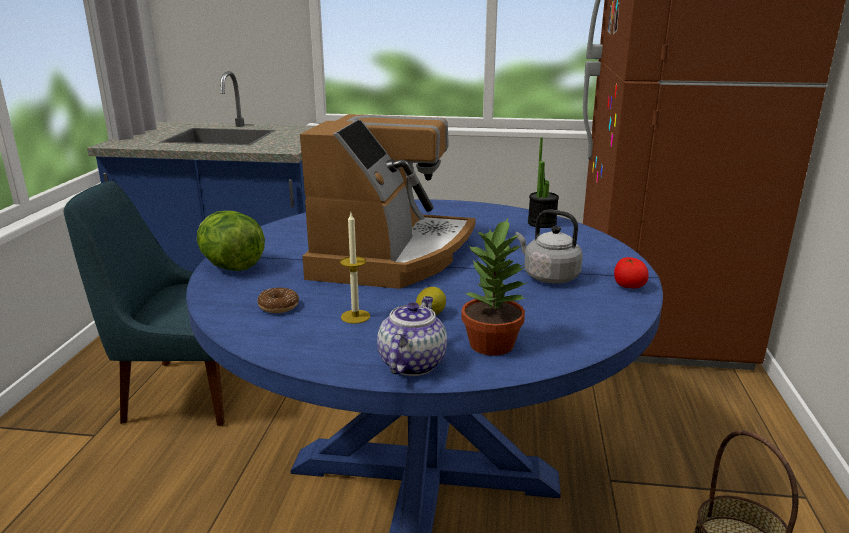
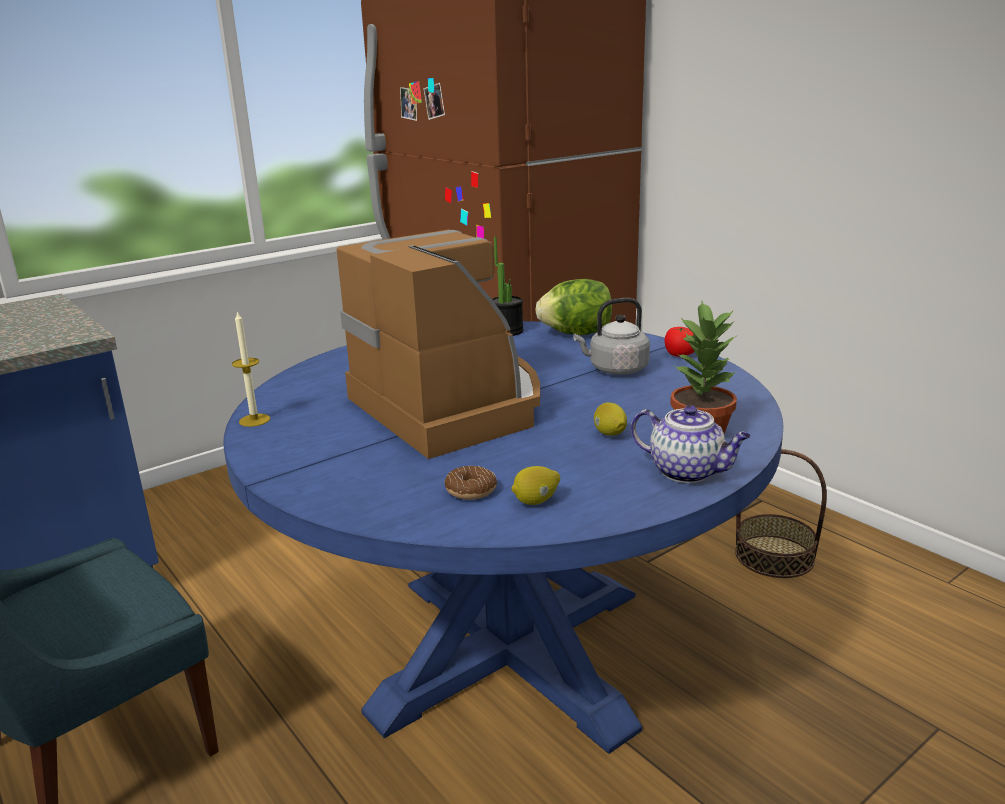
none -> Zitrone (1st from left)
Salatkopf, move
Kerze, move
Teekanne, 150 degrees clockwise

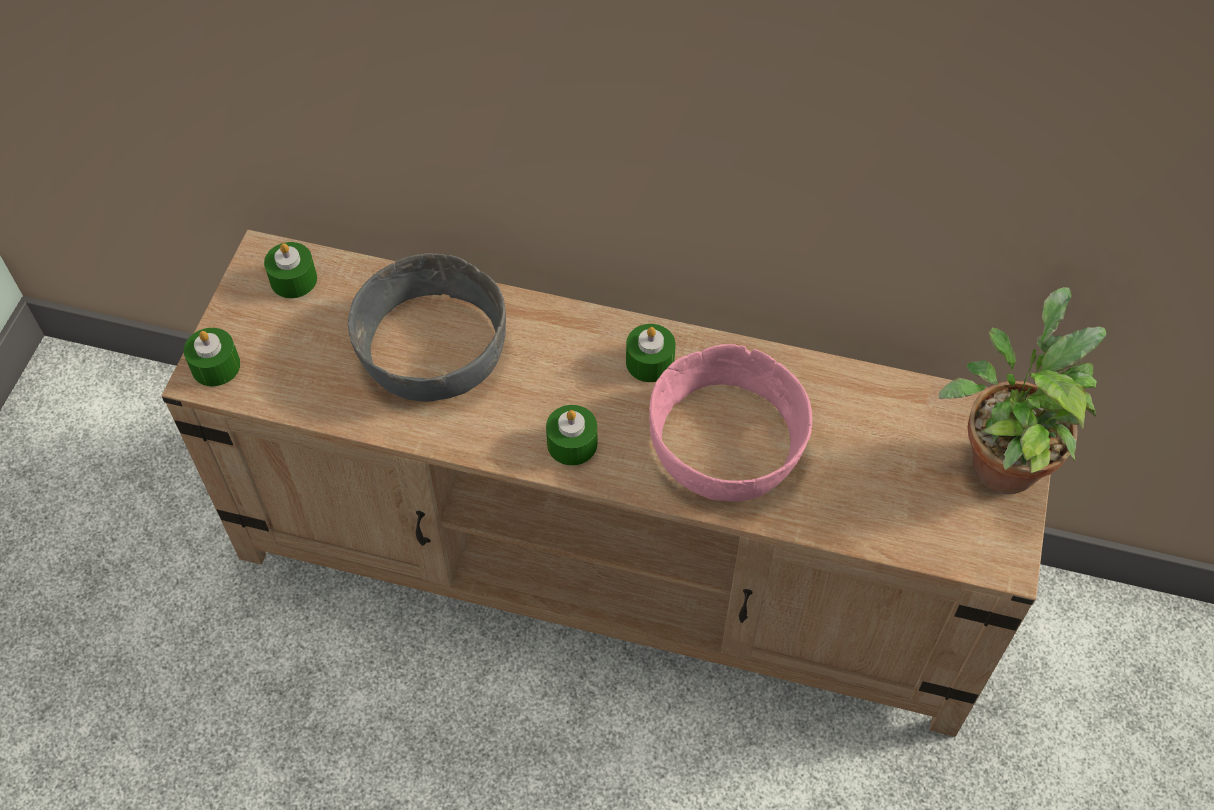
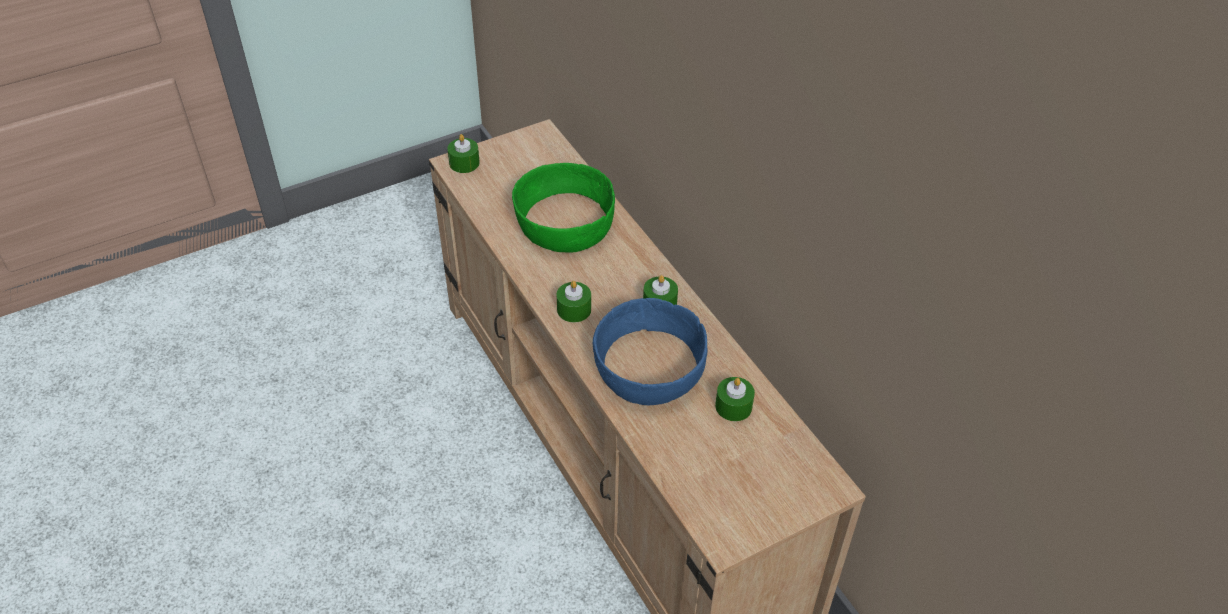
Topfpflanze -> none
Kerze [grün] (2nd from left in the first image) -> Kerze [grün] (4th from left), move
Schüssel [grau] -> Schüssel [grün]
Schüssel [rosa] -> Schüssel [blau]

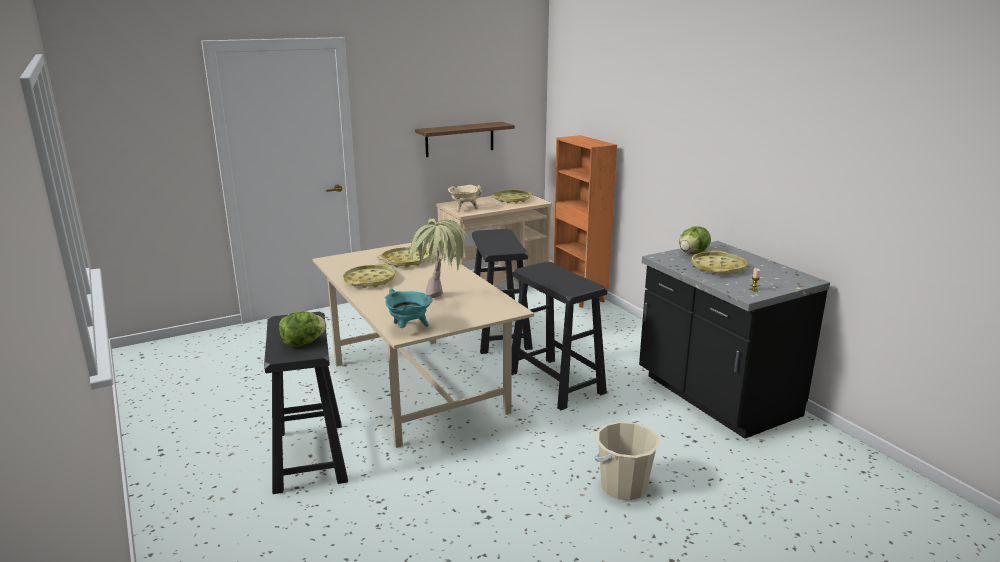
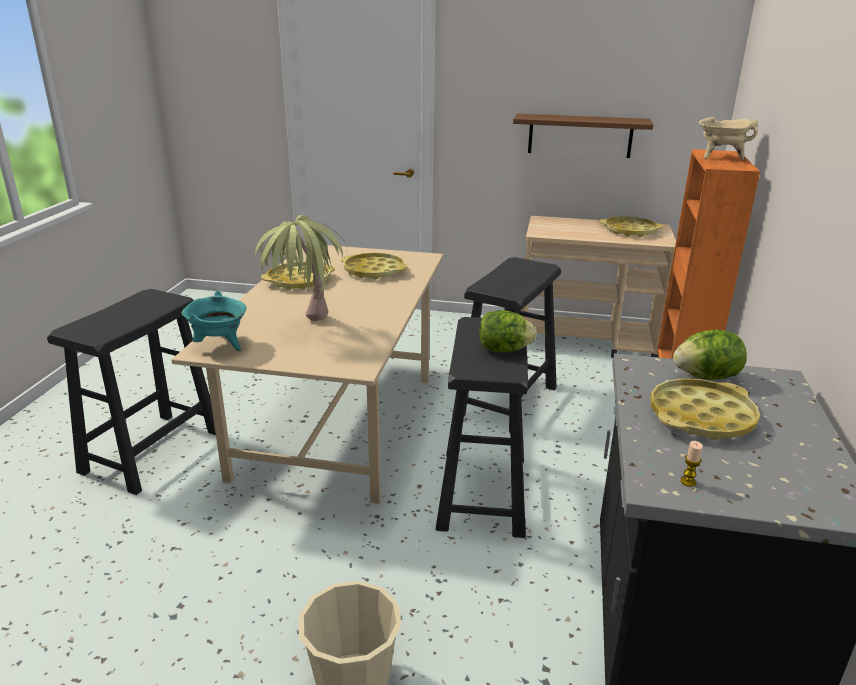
Salatkopf (1st from left), move
Kochtopf [beige], move

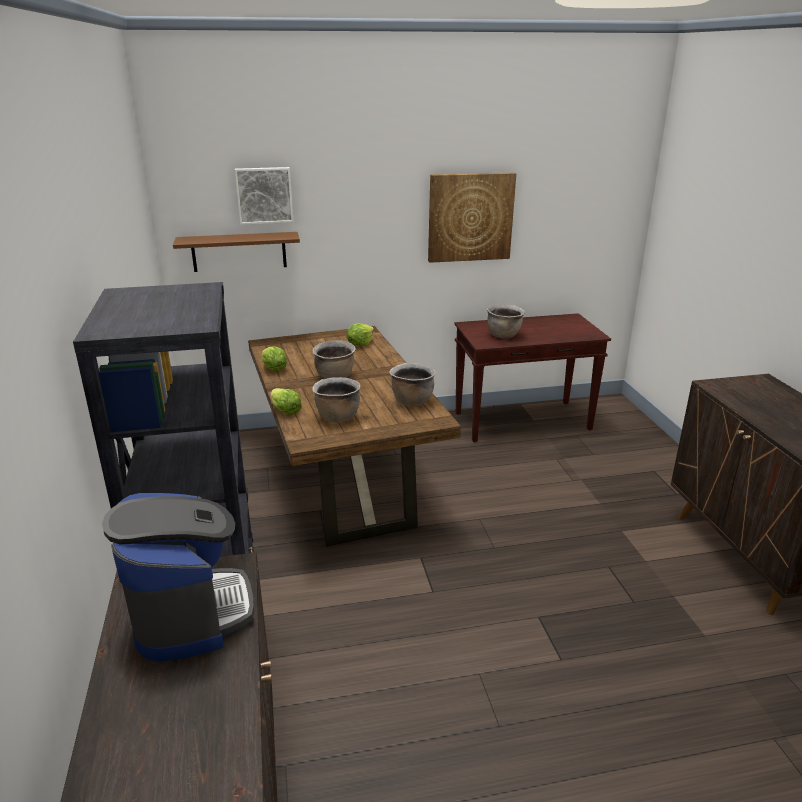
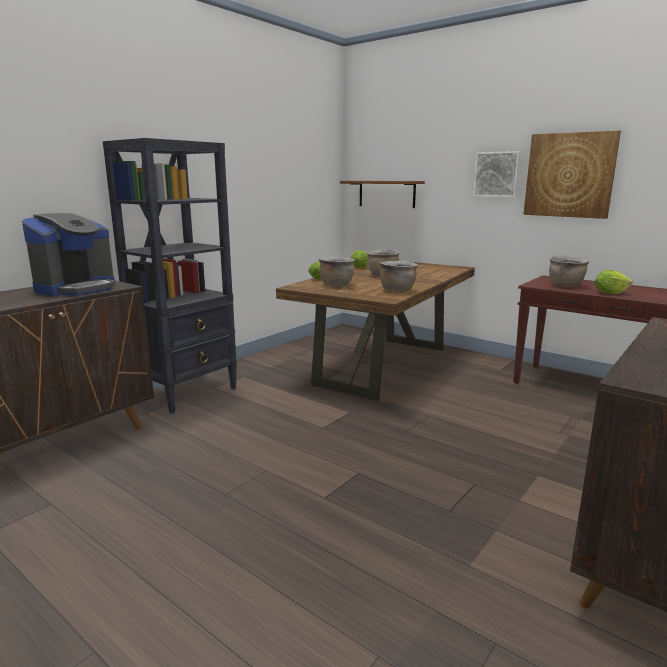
Bild (1st from left), move
Salatkopf (3rd from left), move

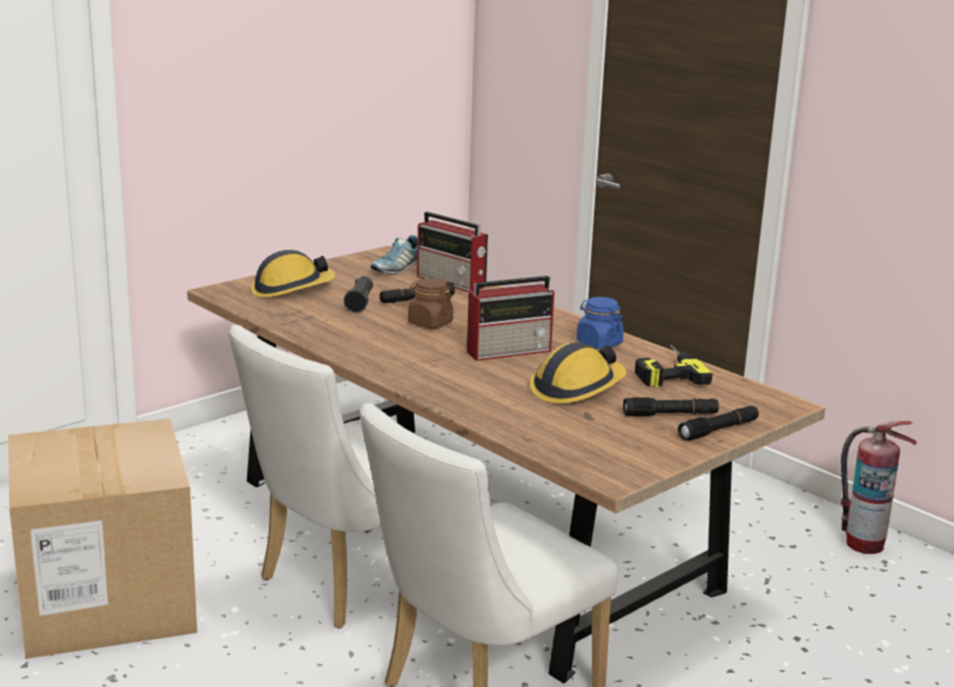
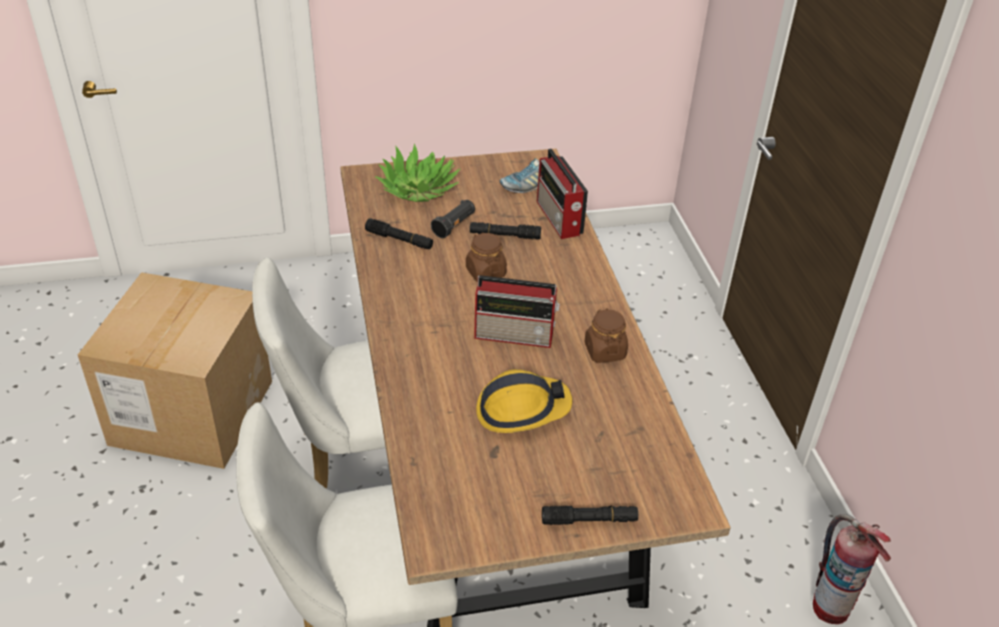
Bohrmaschine -> none
Taschenlampe [schwarz] (3rd from left in the first image) -> Taschenlampe [schwarz] (1st from left), move
Schutzhelm (1st from left) -> Topfpflanze
Vorratsglas [blau] -> Vorratsglas [braun] (2nd from left)

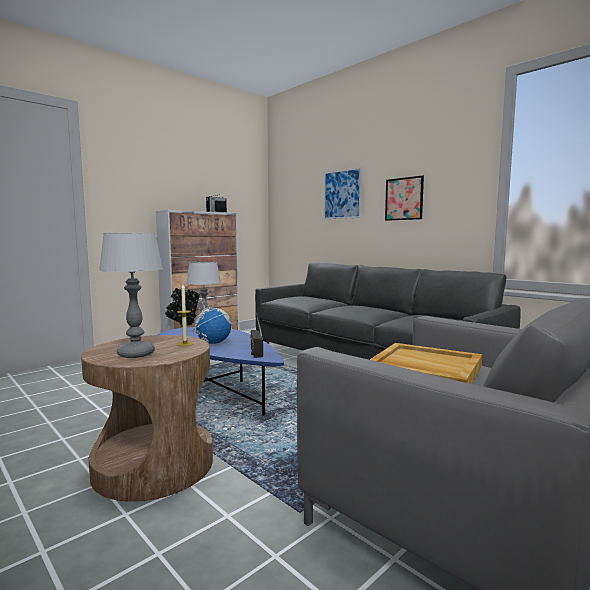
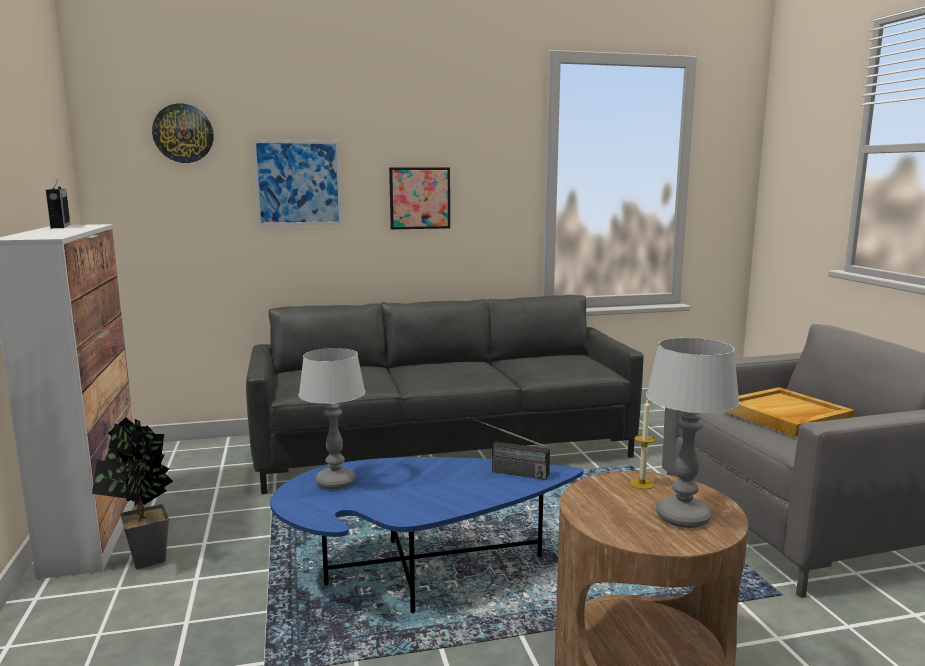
Globus -> none
none -> Wanduhr

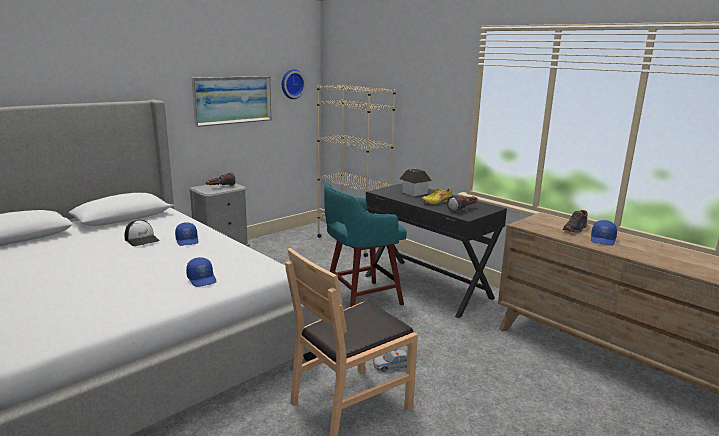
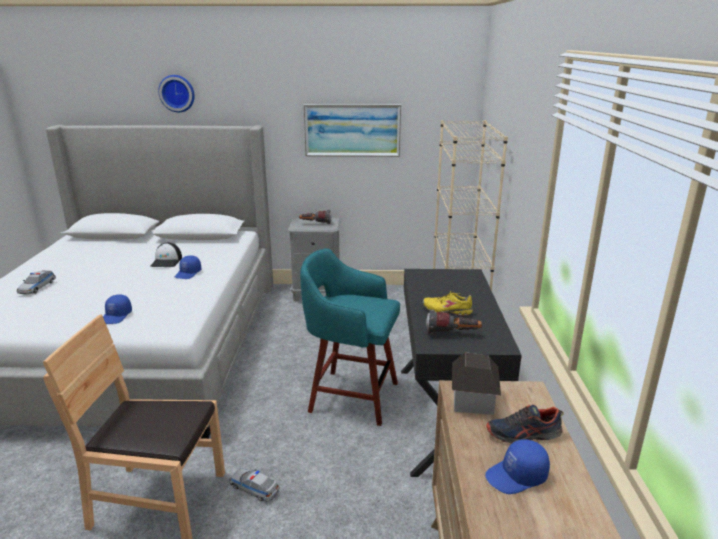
none -> Spielzeugauto (1st from left)
Wanduhr, move
Spielzeughaus, move

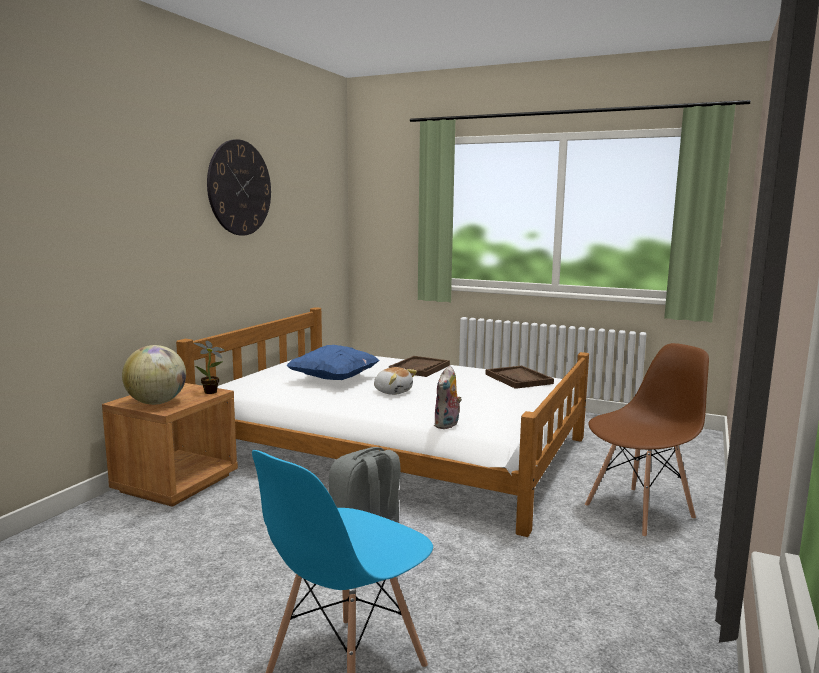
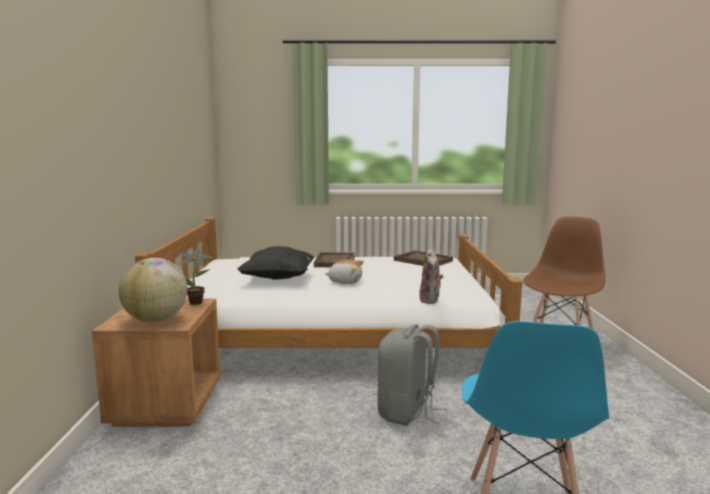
Wanduhr -> none
Kissen [blau] -> Kissen [schwarz]

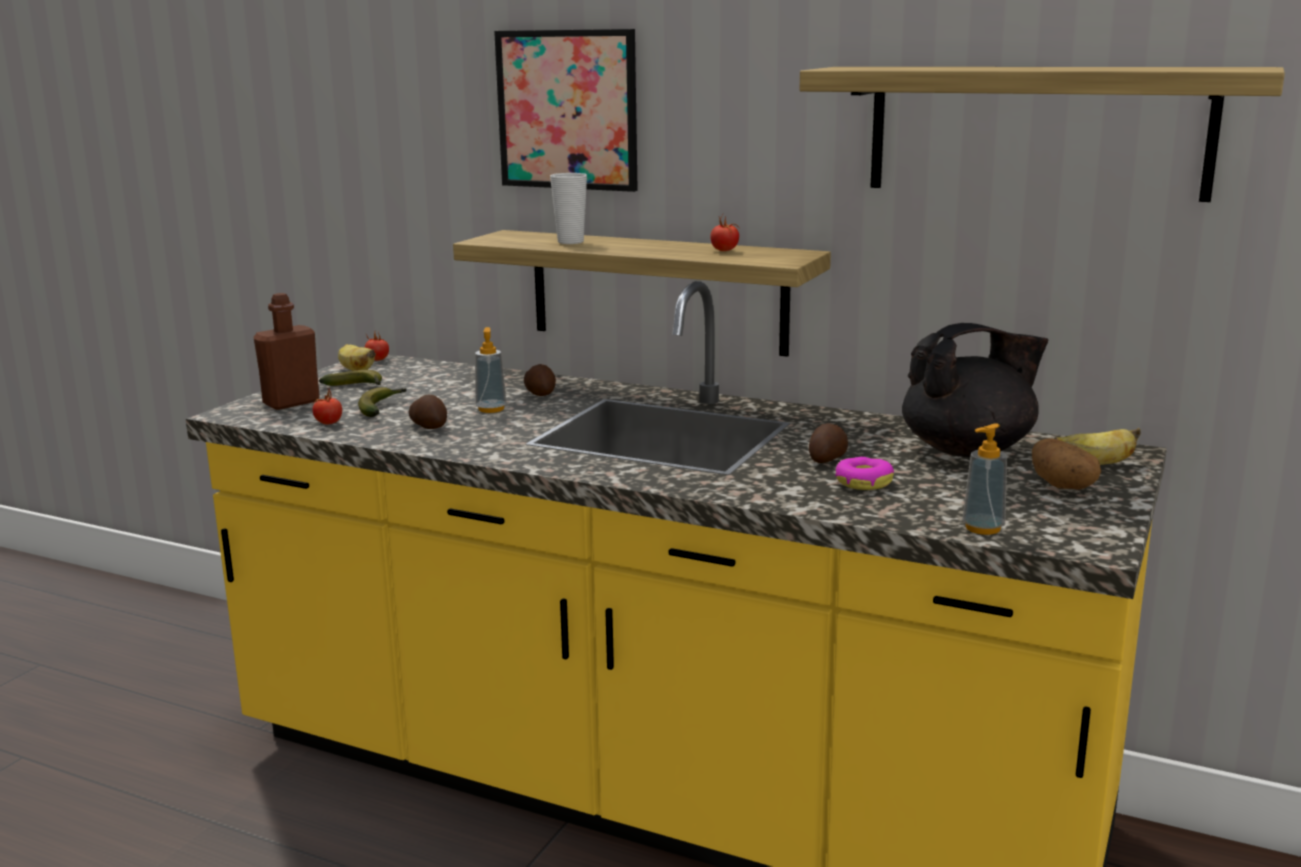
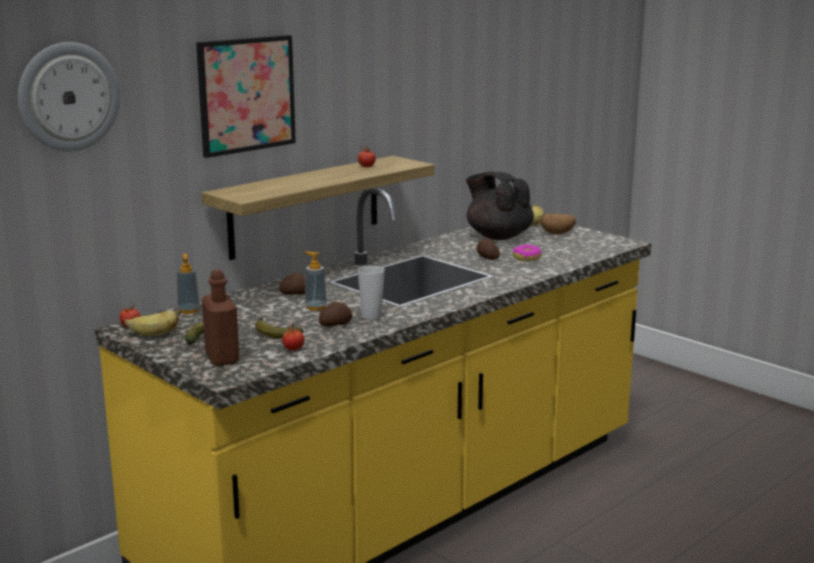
Wandregal (2nd from left) -> none
none -> Wanduhr
Tasse, move
Seifenspender (2nd from left in the first image) -> Seifenspender (1st from left), move
Teekanne [schwarz], 45 degrees counterclockwise

